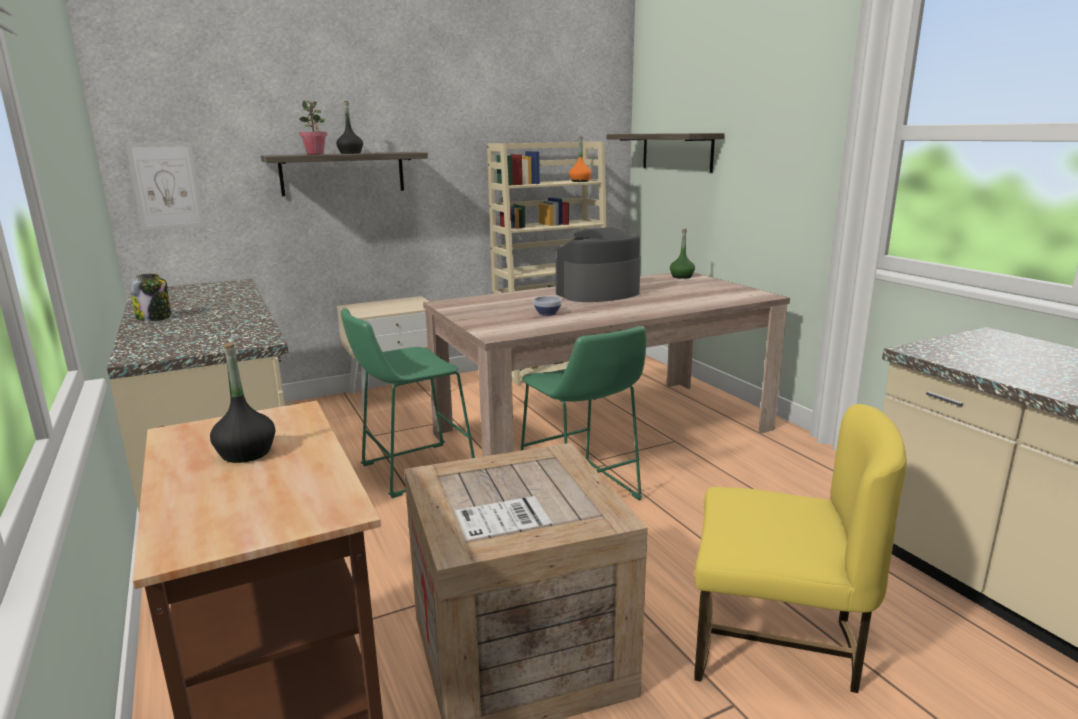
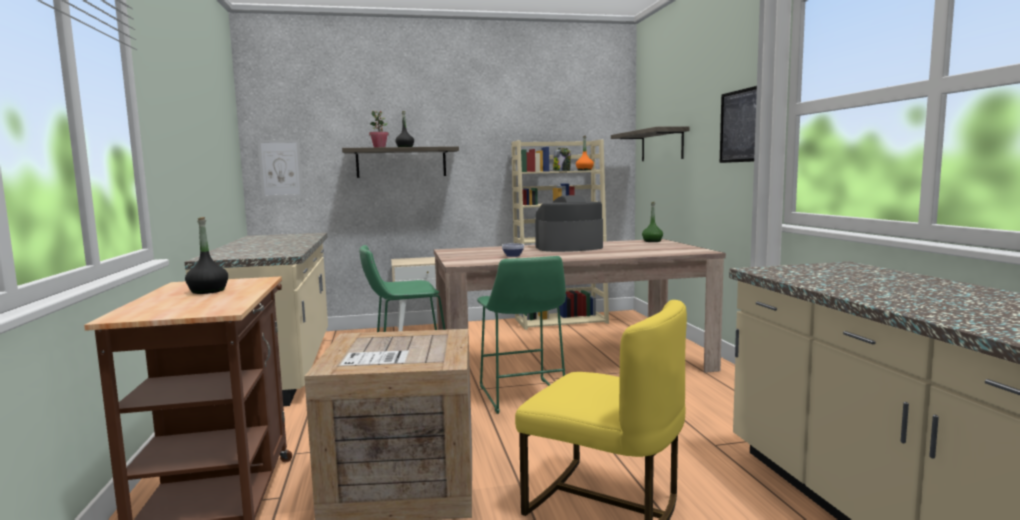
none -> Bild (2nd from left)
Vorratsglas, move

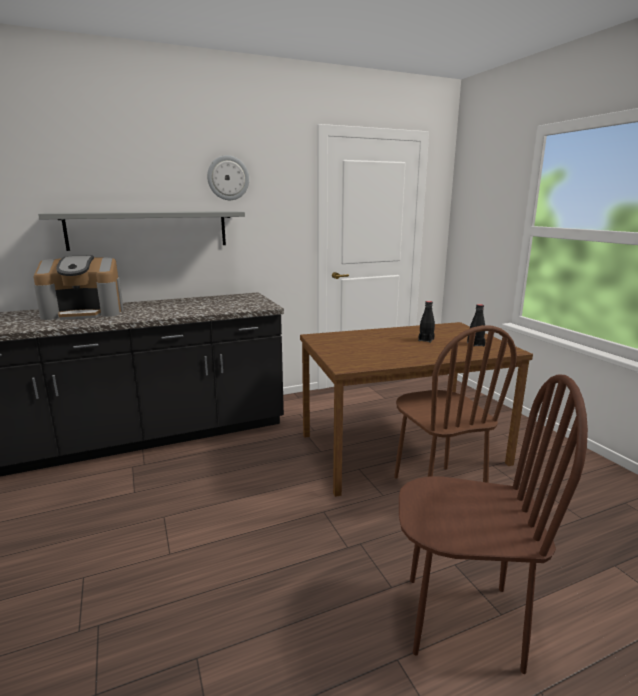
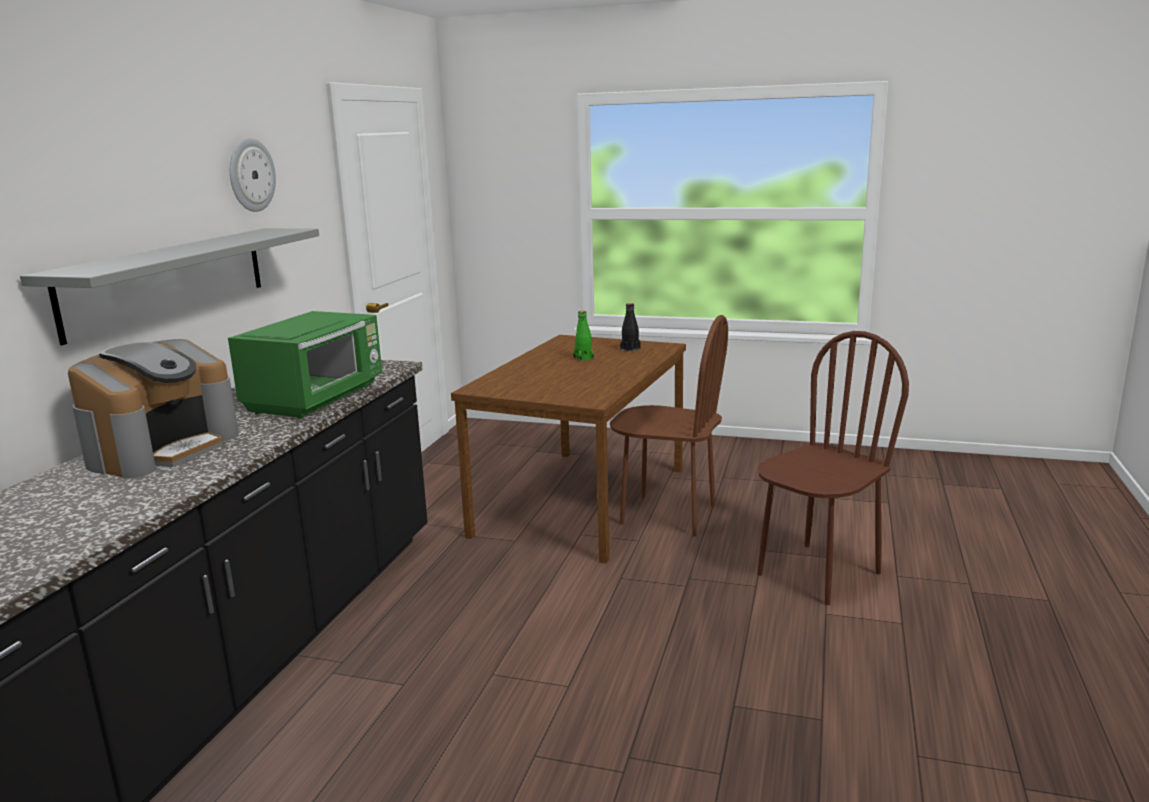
none -> Mikrowelle [grün]
Flasche [schwarz] (1st from left) -> Flasche [grün]

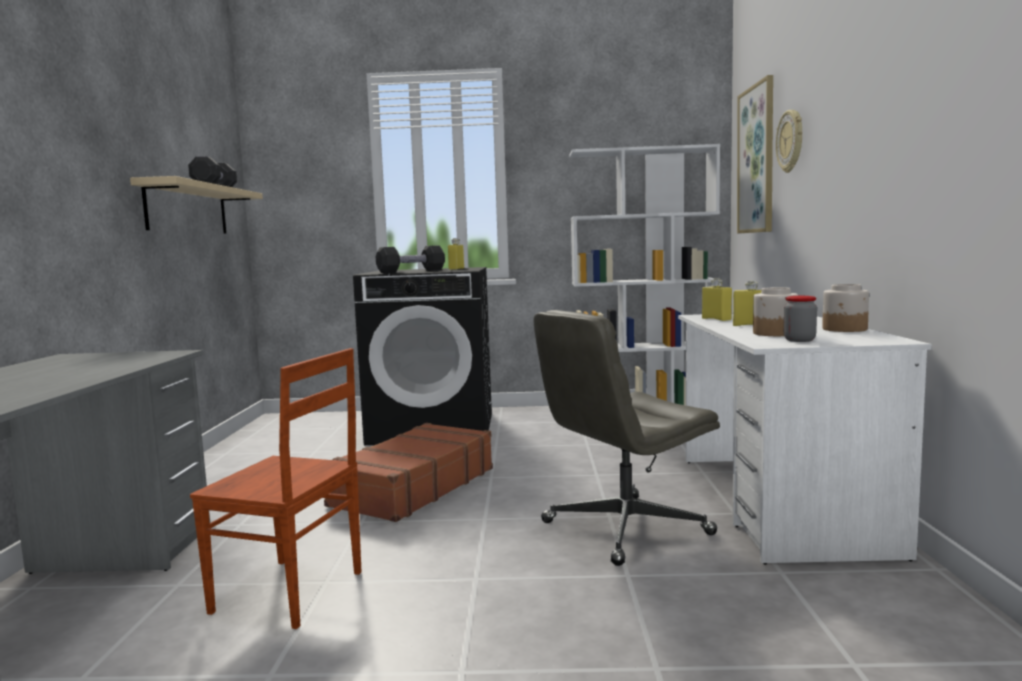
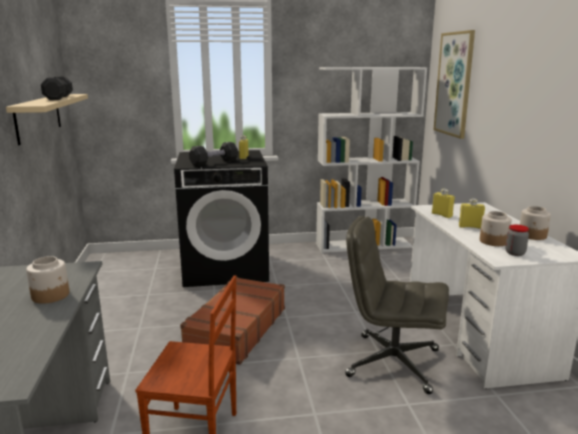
Wanduhr -> none
none -> Vorratsglas (1st from left)
Bürostuhl [grau], 60 degrees clockwise

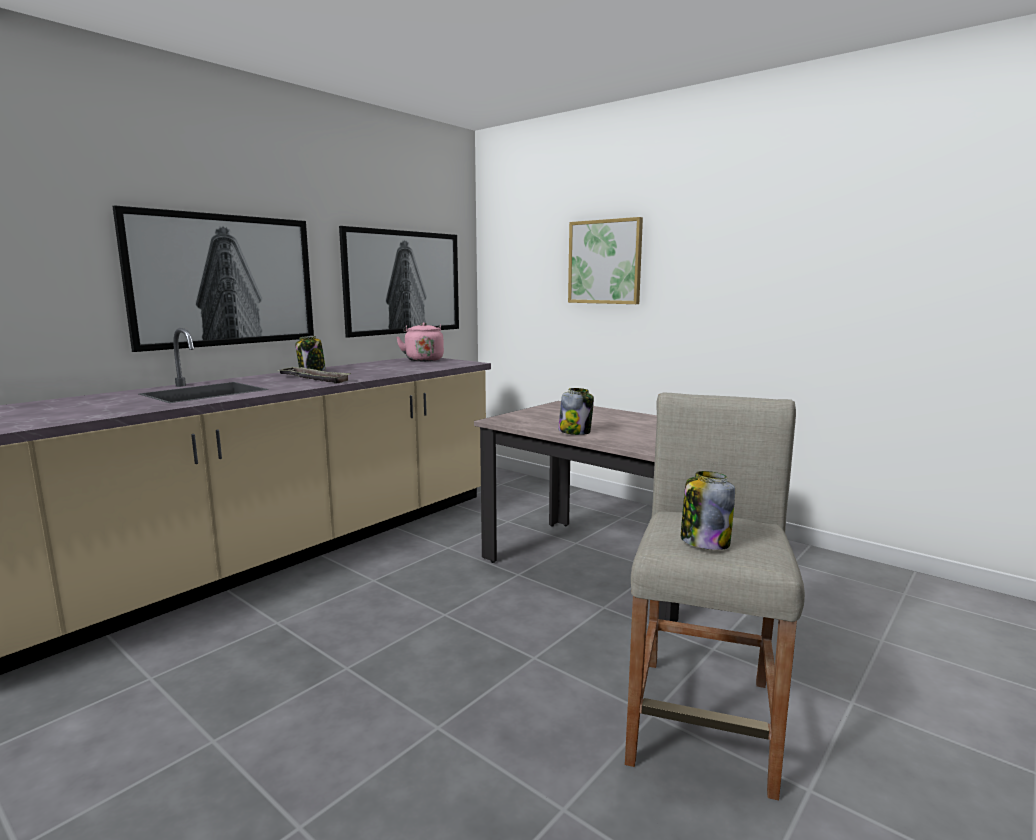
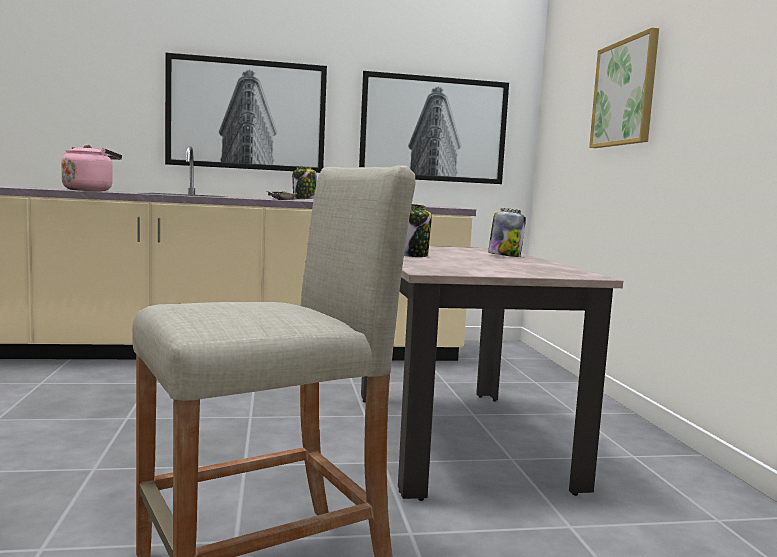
Wasserkessel [rosa], move
Vorratsglas (3rd from left), move

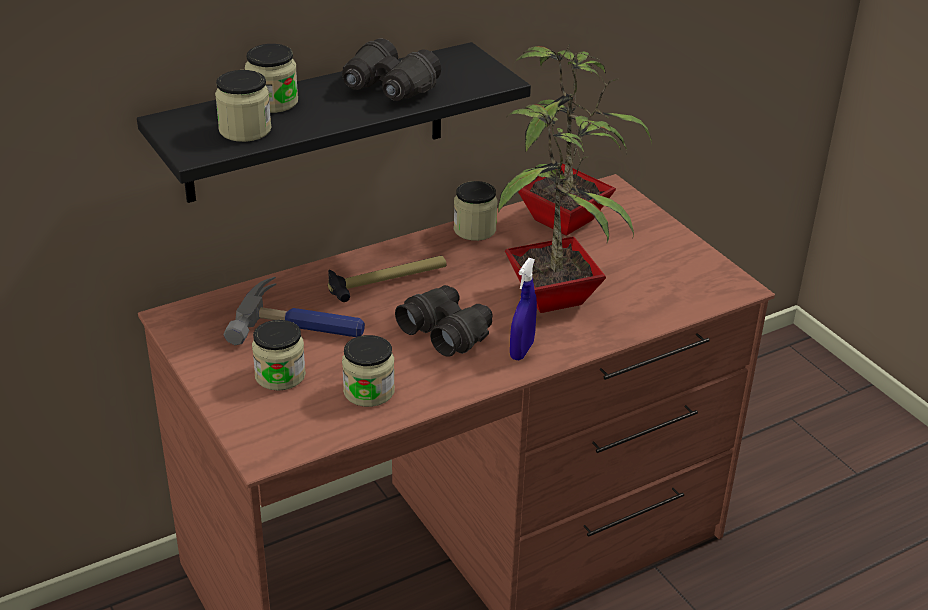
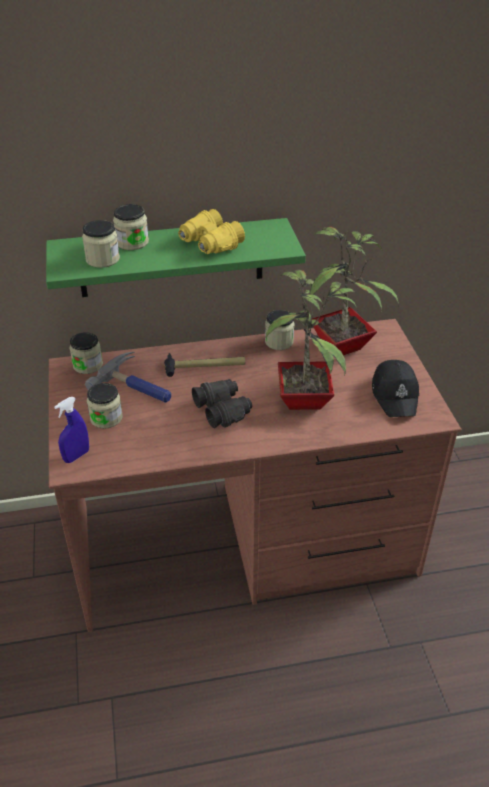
none -> Kappe [schwarz]
Vorratsglas (4th from left in the first image) -> Vorratsglas (1st from left), move
Sprühflasche [blau], move
Wandregal [schwarz] -> Wandregal [grün]
Fernglas [schwarz] (1st from left) -> Fernglas [gelb]

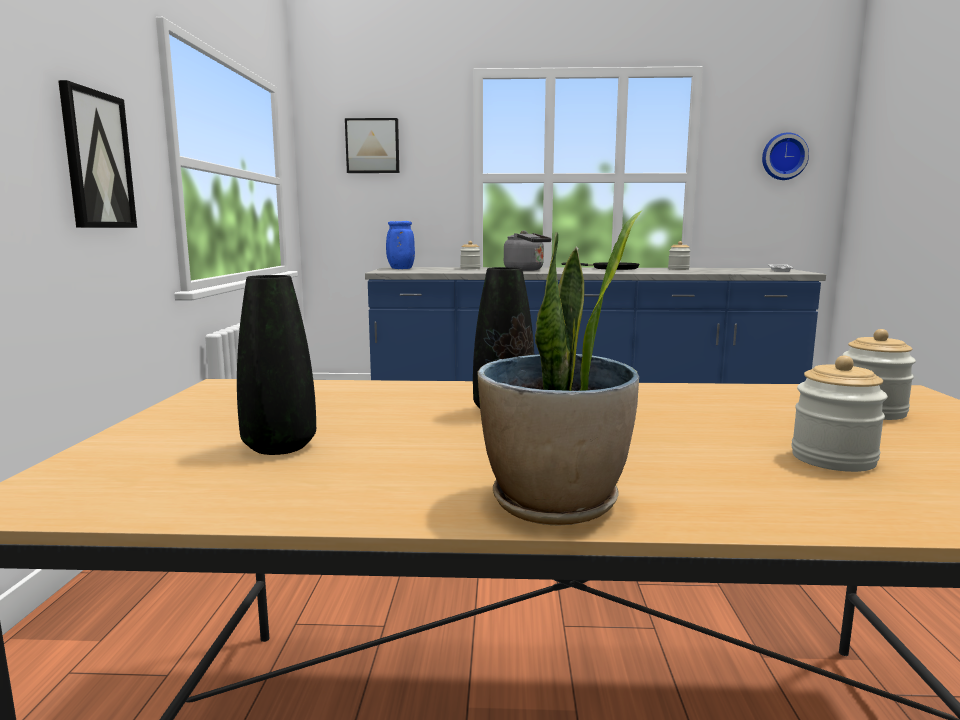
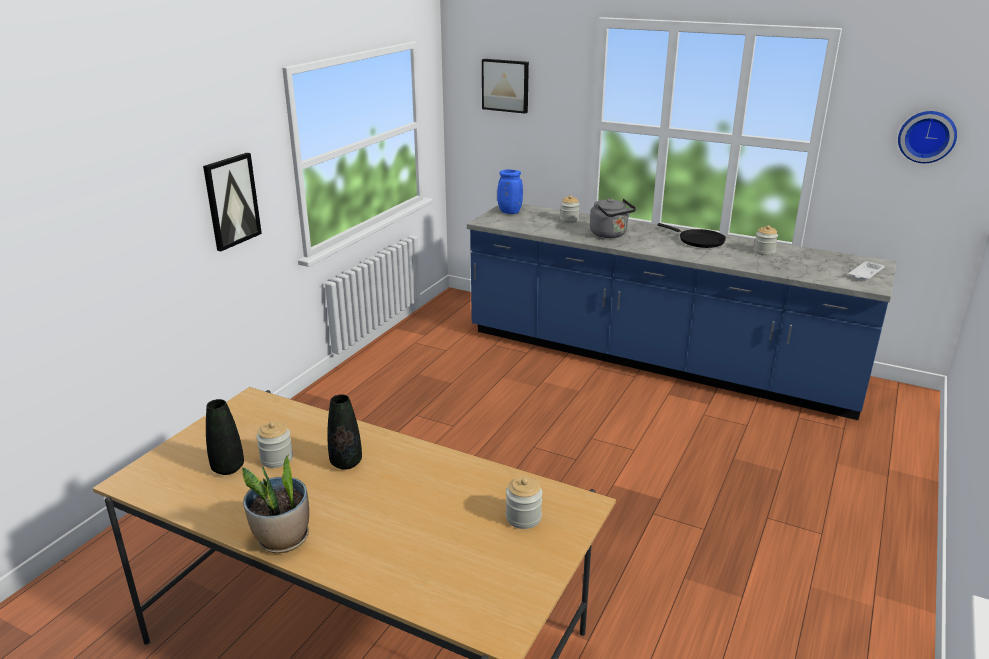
Vorratsglas (3rd from left in the first image) -> Vorratsglas (1st from left), move

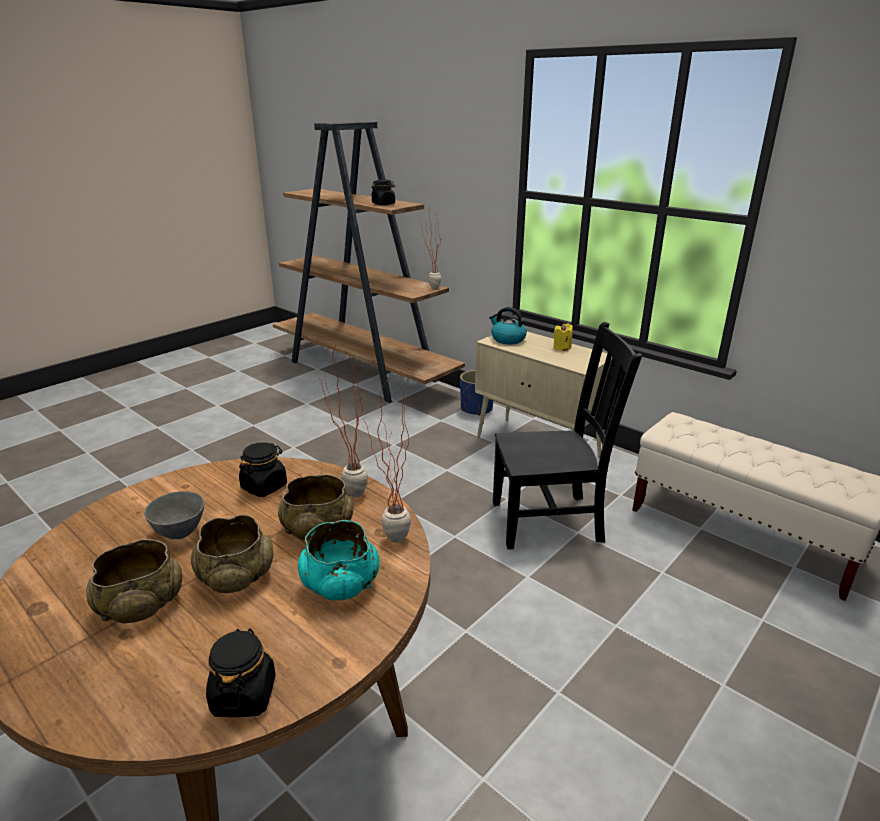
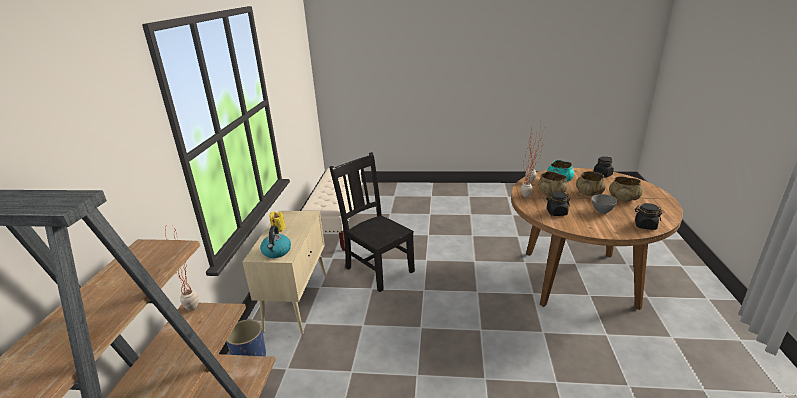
Vorratsglas [schwarz] (3rd from left), move

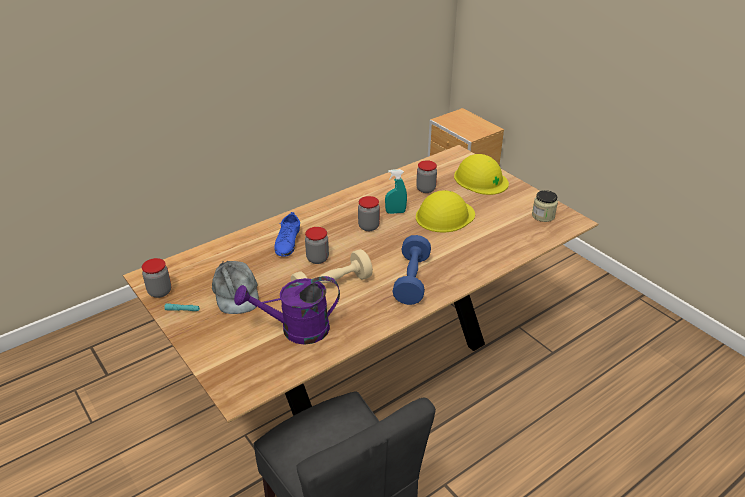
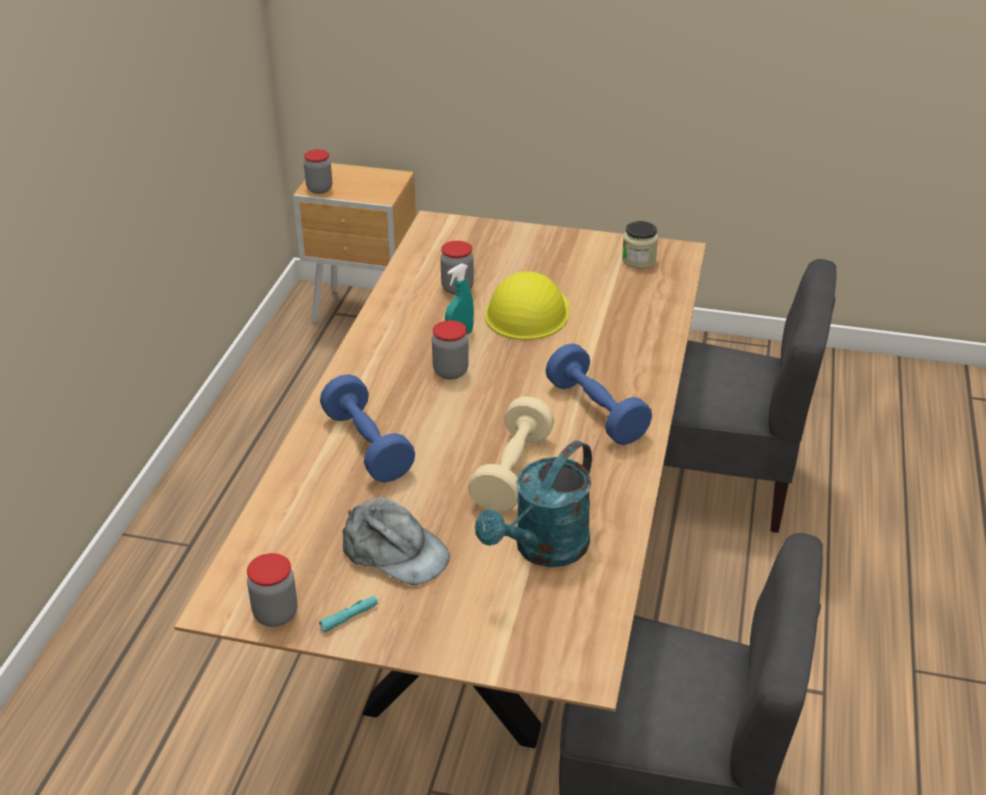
Schutzhelm [gelb] (2nd from left) -> none
none -> Stuhl [grau] (2nd from left)
Vorratsglas (2nd from left), move
Schuh [blau] -> Hantel [blau] (1st from left)
Gießkanne [lila] -> Gießkanne [türkis]

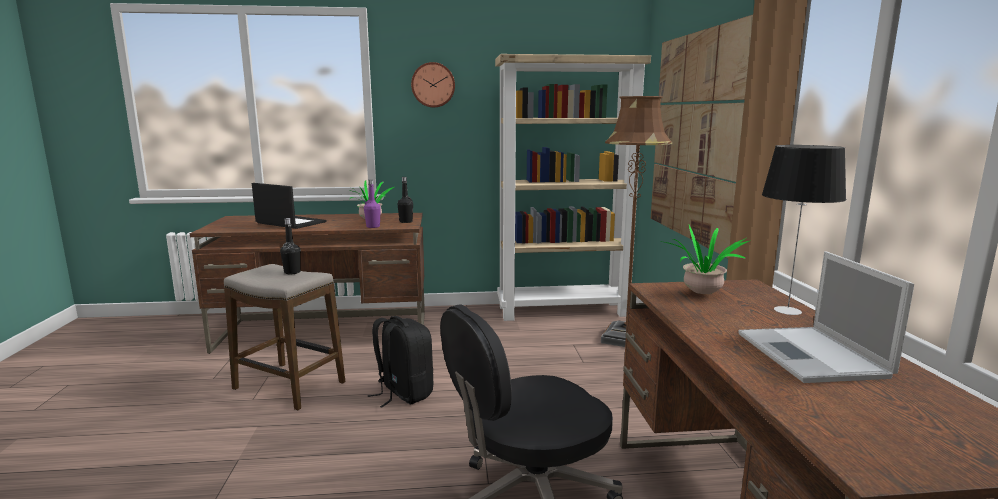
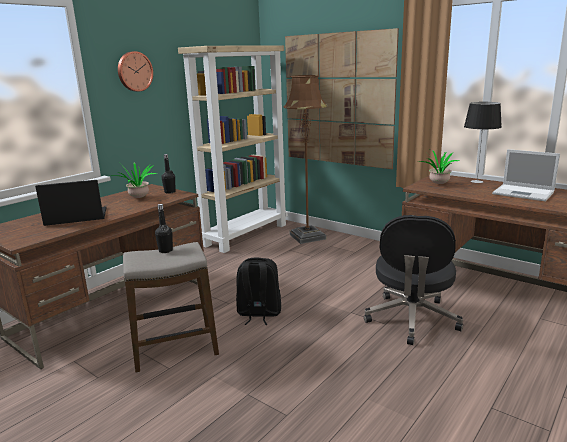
Flasche [lila] -> none

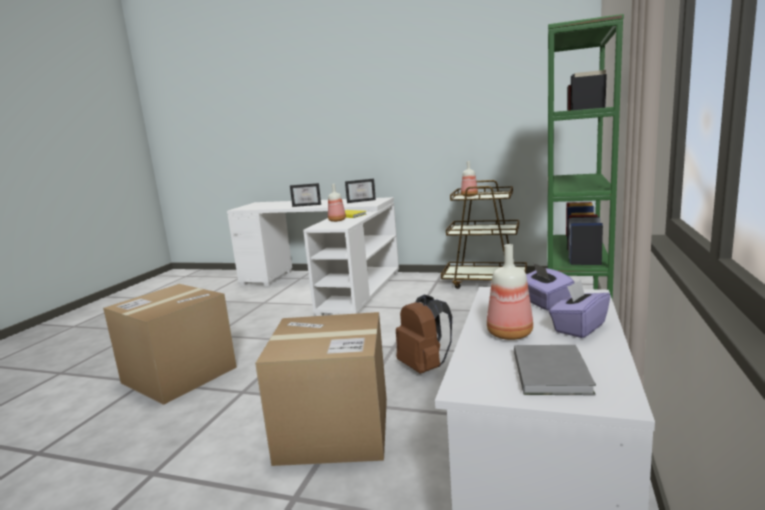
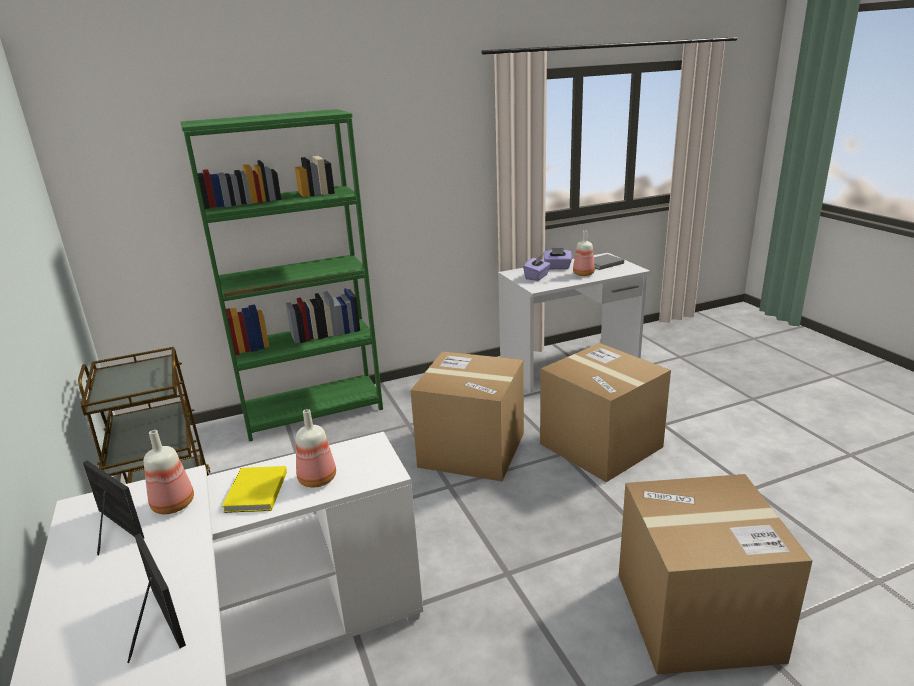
Flasche (2nd from left in the first image) -> Flasche (1st from left), move
Rucksack [braun] -> Karton (1st from left)

